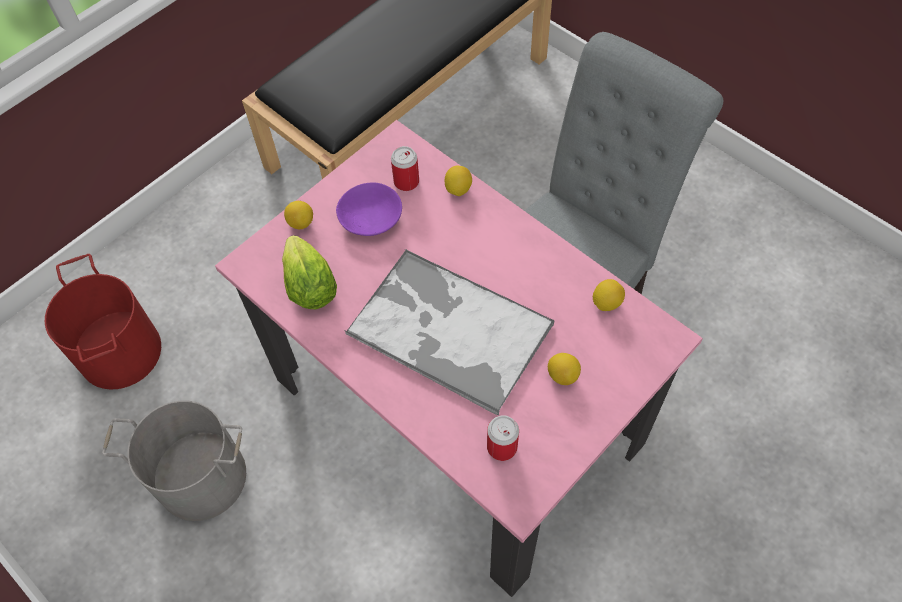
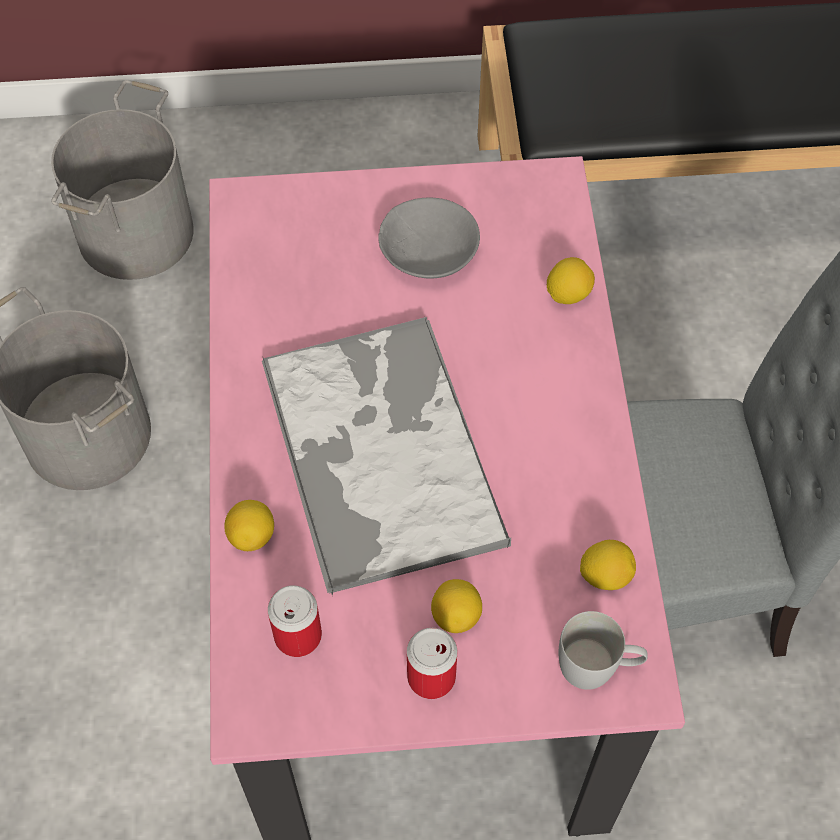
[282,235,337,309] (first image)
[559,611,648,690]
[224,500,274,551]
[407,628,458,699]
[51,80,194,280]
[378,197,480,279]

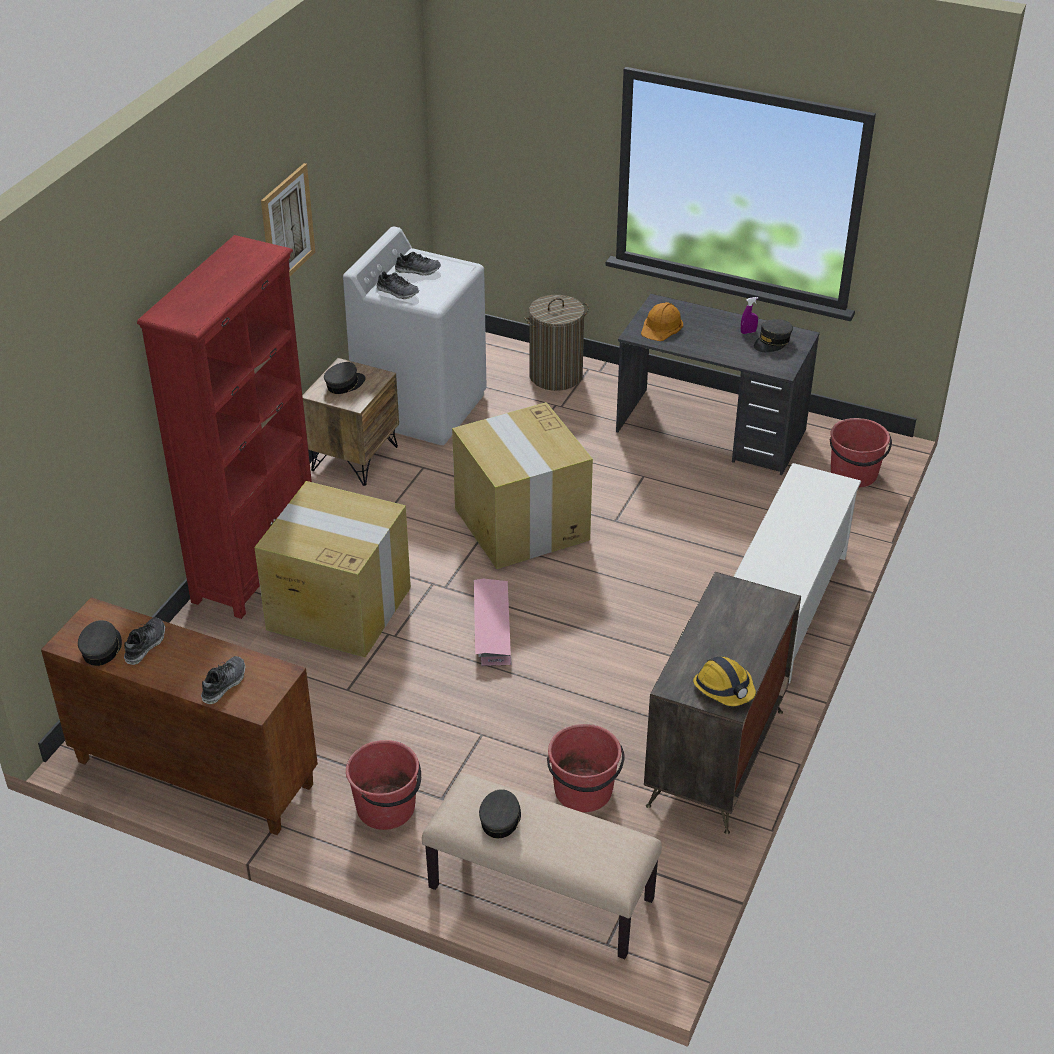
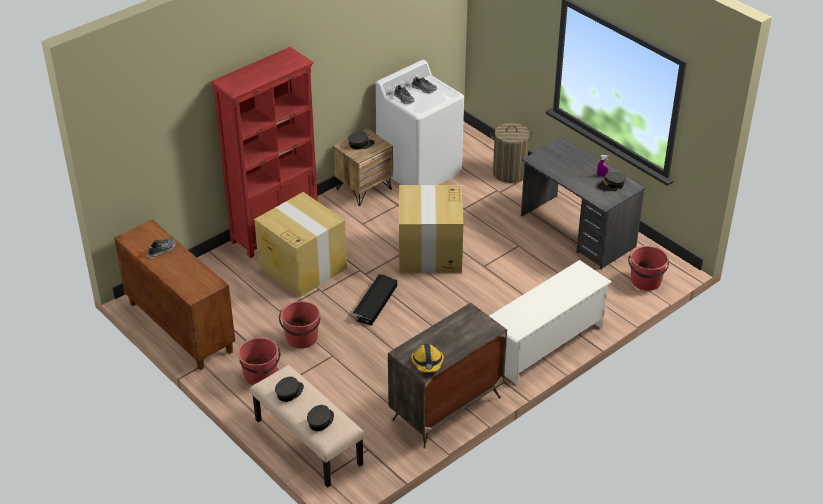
[201,656,245,704] (first image)
[261,163,315,277] (first image)
[641,302,683,341] (first image)
[307,405,334,431]
[279,301,321,348]
[353,274,397,326]

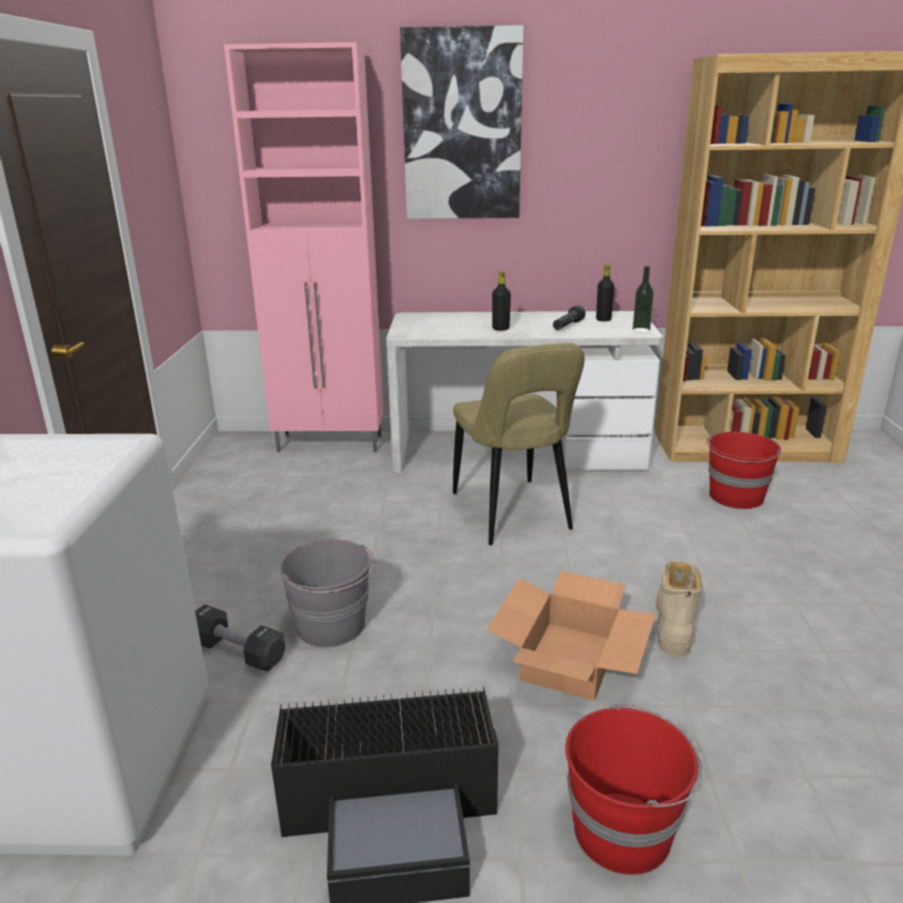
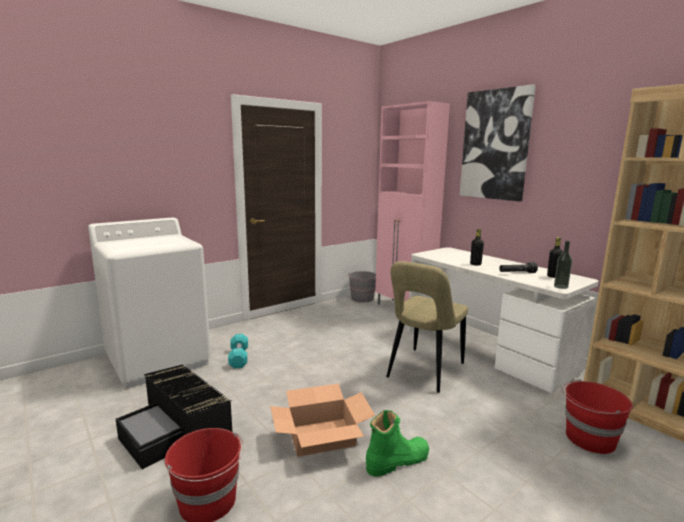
[348,271,376,302]
[228,334,248,369]
[366,410,429,477]

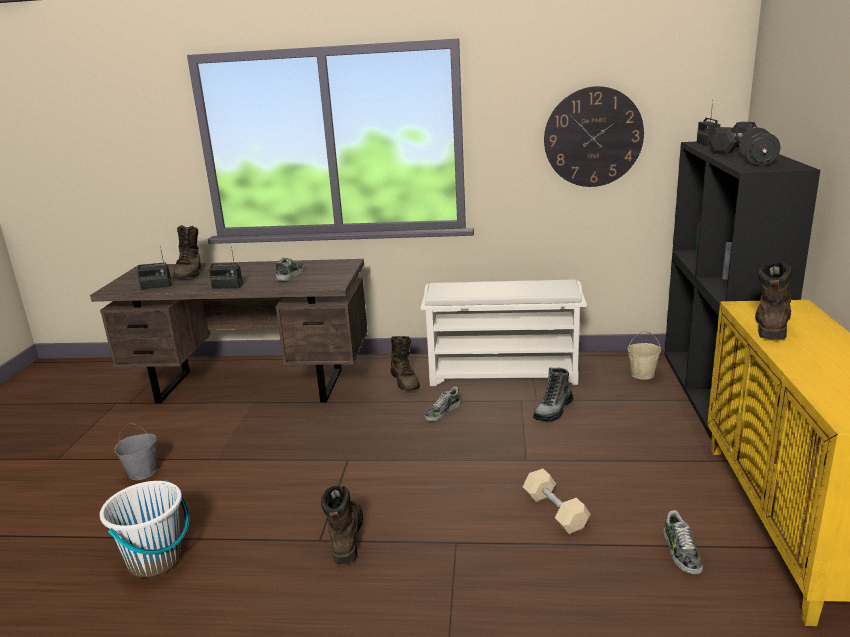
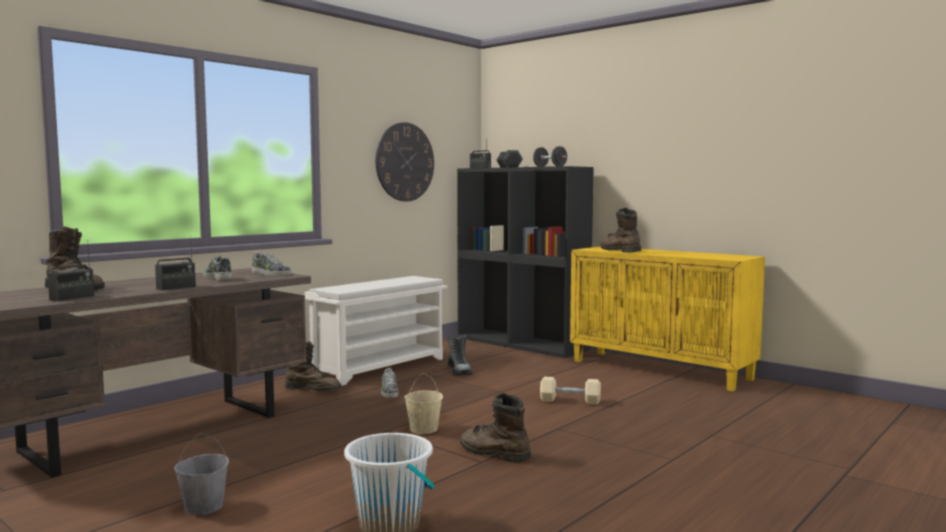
[404,373,443,434]
[252,252,292,276]

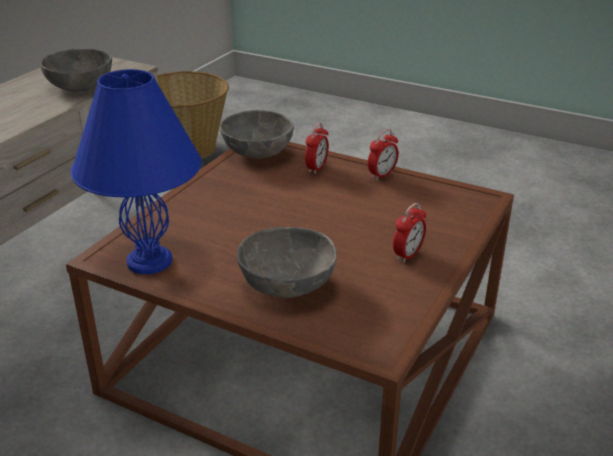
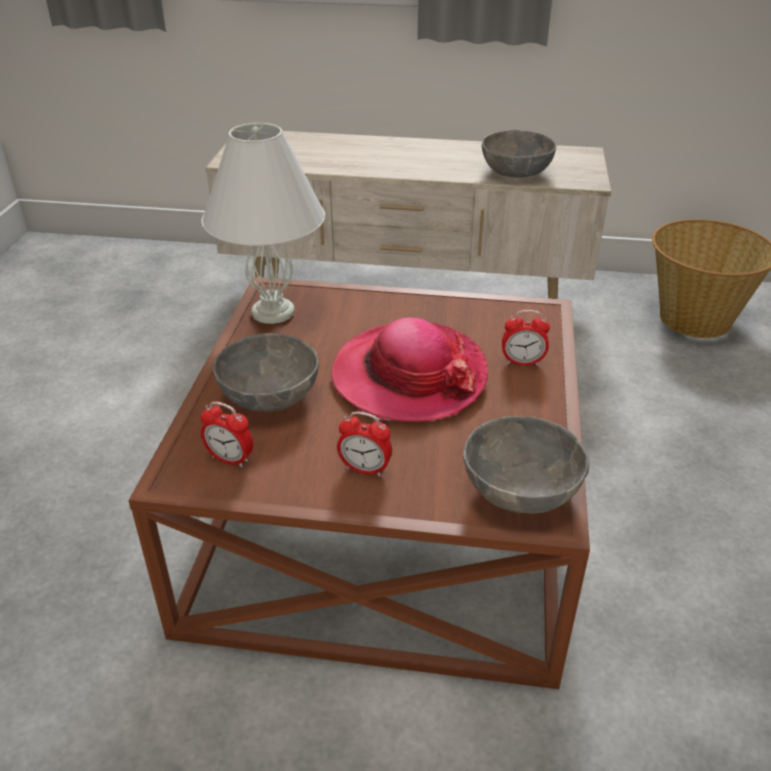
[331,317,488,422]
[463,416,589,514]
[200,401,253,468]
[202,123,325,324]

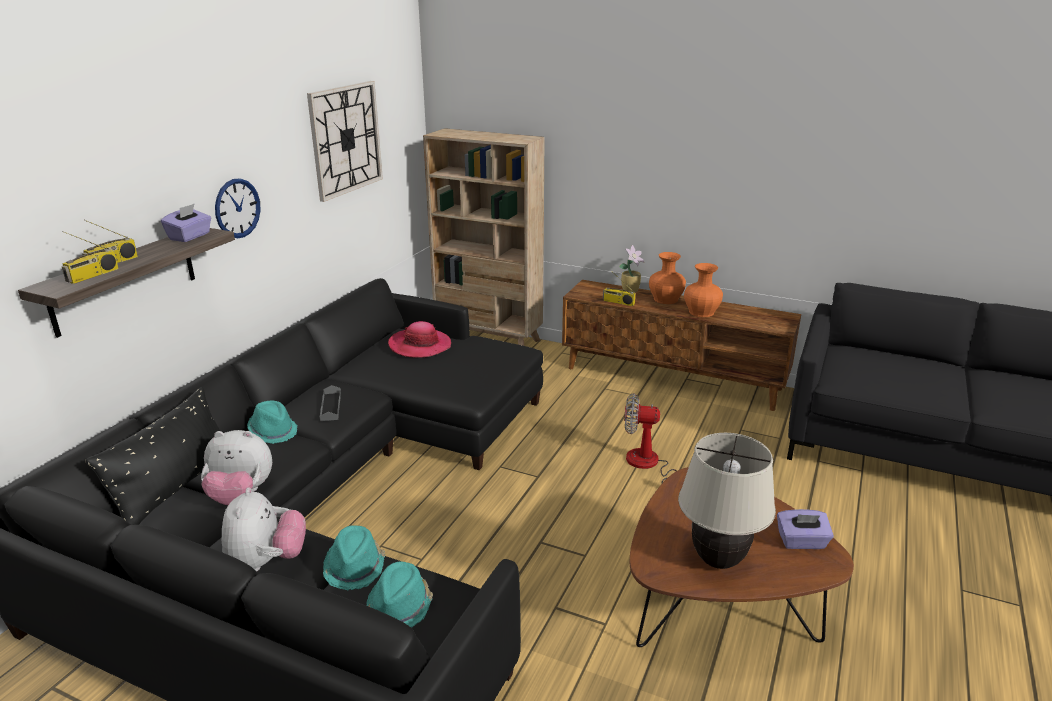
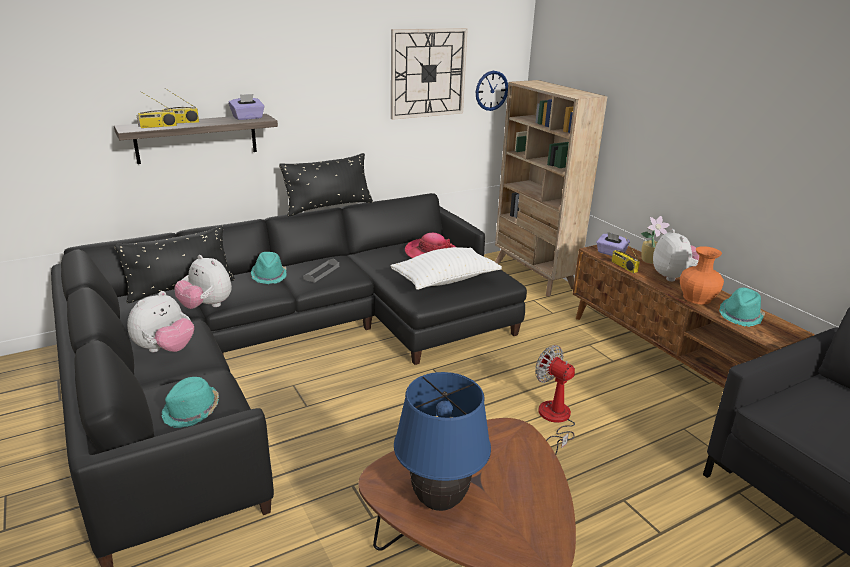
[279,153,373,216]
[390,247,502,290]
[476,71,508,111]
[719,288,765,327]
[596,232,630,256]
[653,229,699,282]
[394,372,491,511]

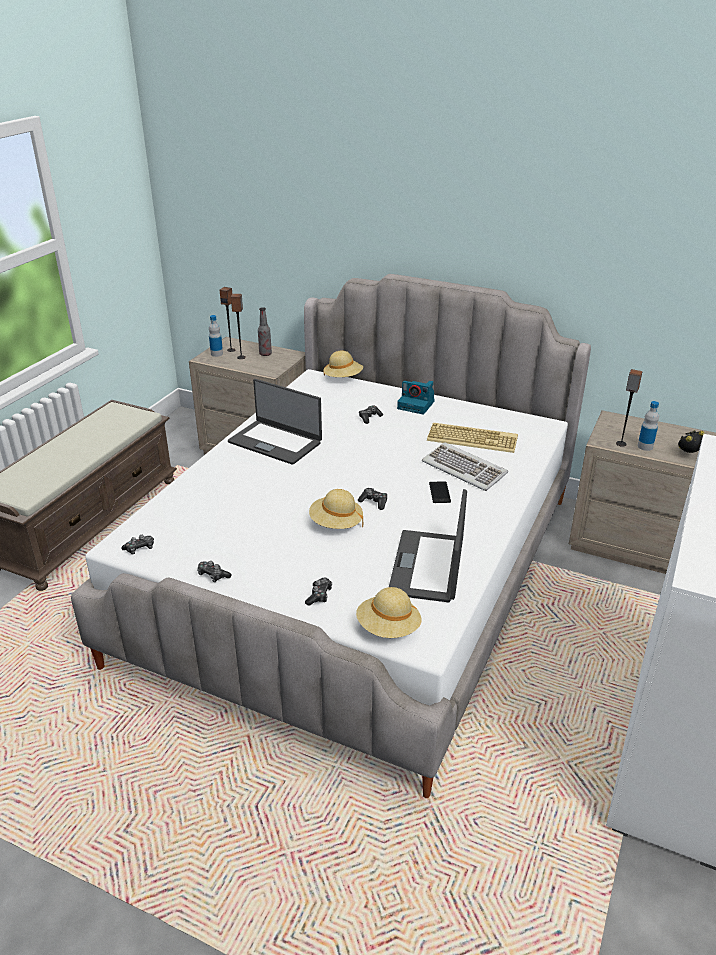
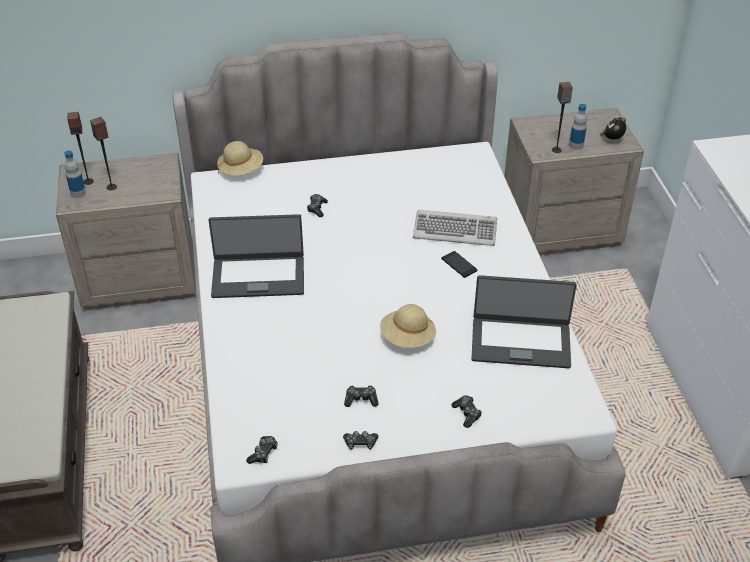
[258,307,272,356] (first image)
[356,587,421,638] (first image)
[397,381,435,415] (first image)
[427,423,518,453] (first image)
[344,385,378,407]
[471,275,577,368]

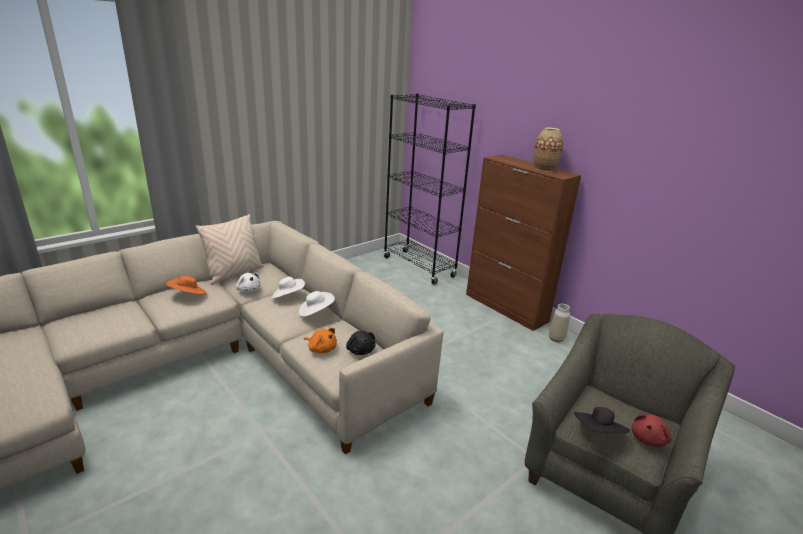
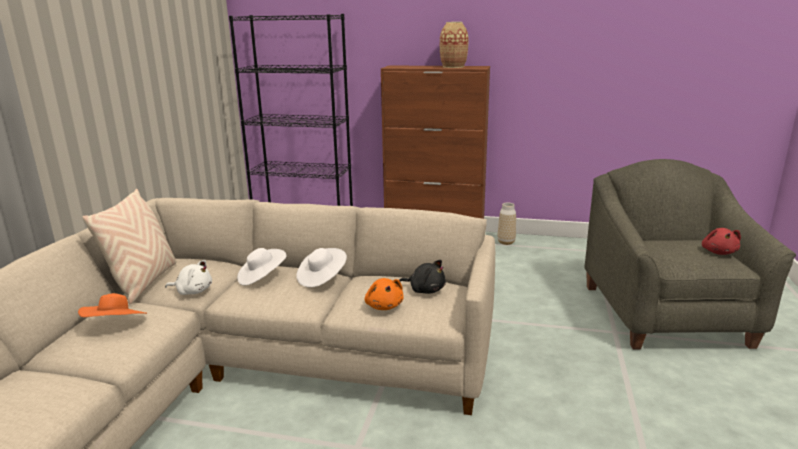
[574,407,630,434] (first image)
[365,278,404,310]

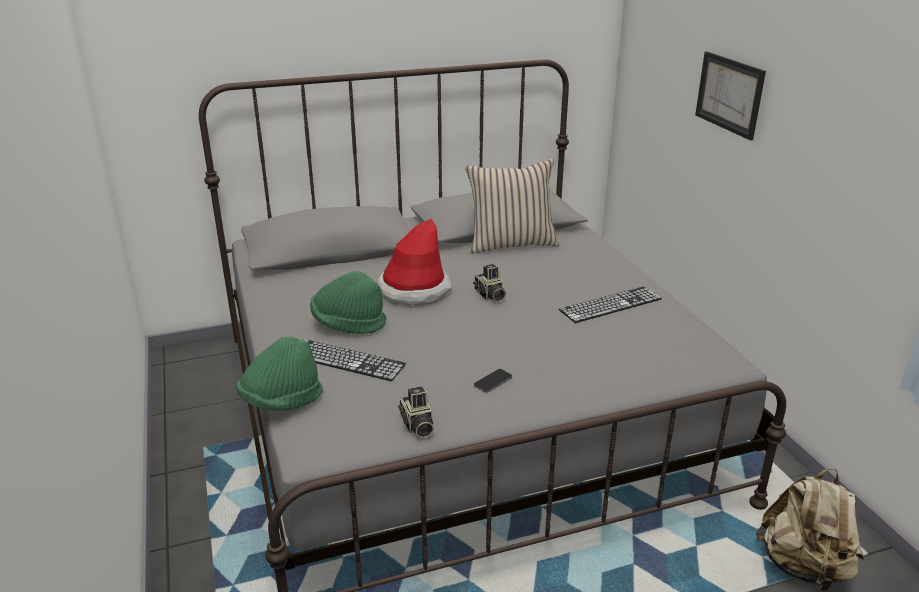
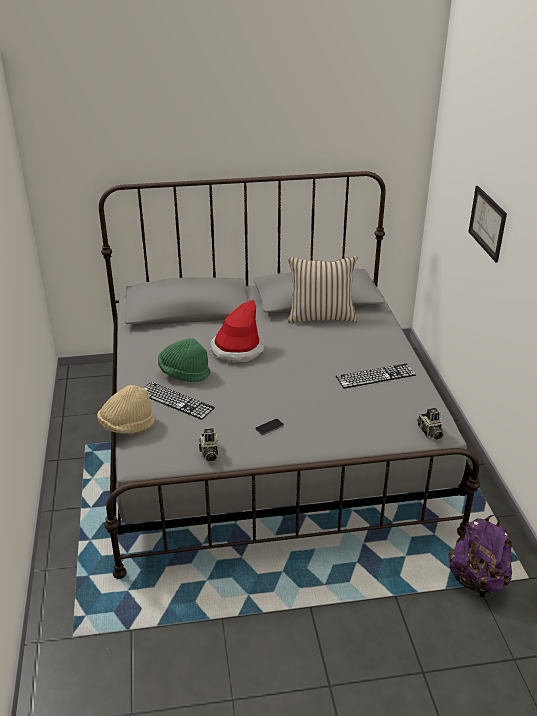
[417,408,444,441]
[97,385,155,434]
[448,515,512,598]

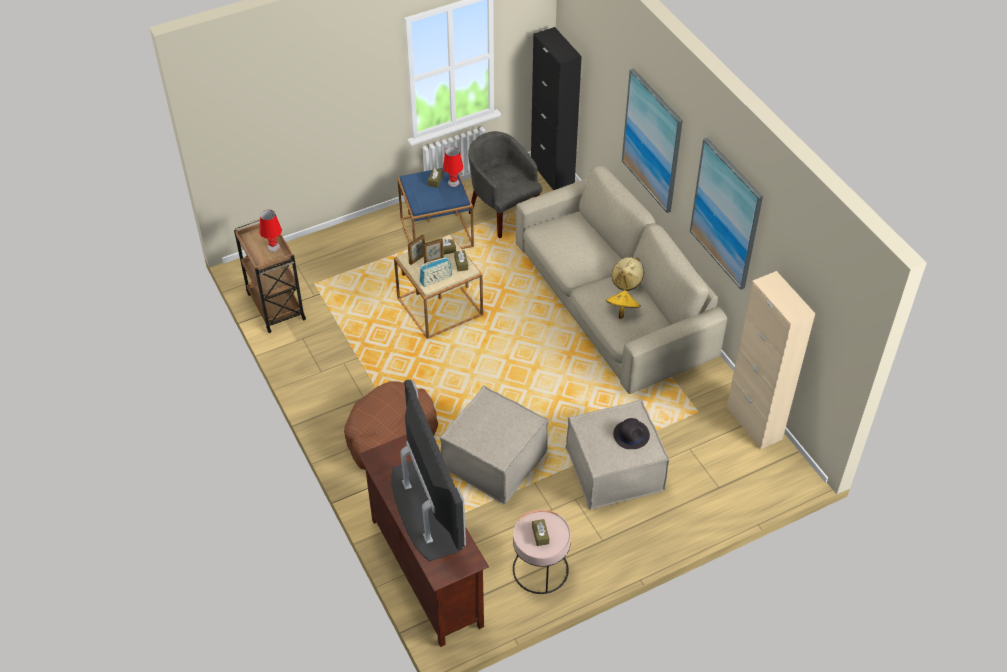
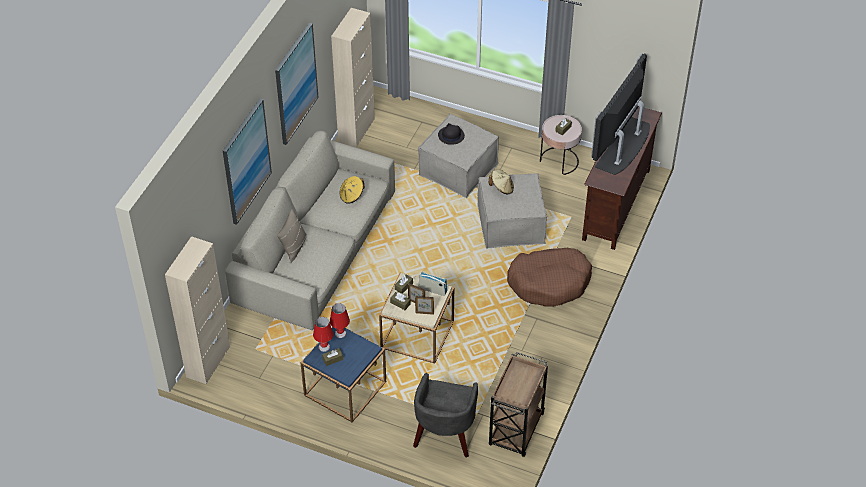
[277,209,307,263]
[330,303,350,338]
[413,373,478,458]
[488,169,514,194]
[165,236,230,384]

